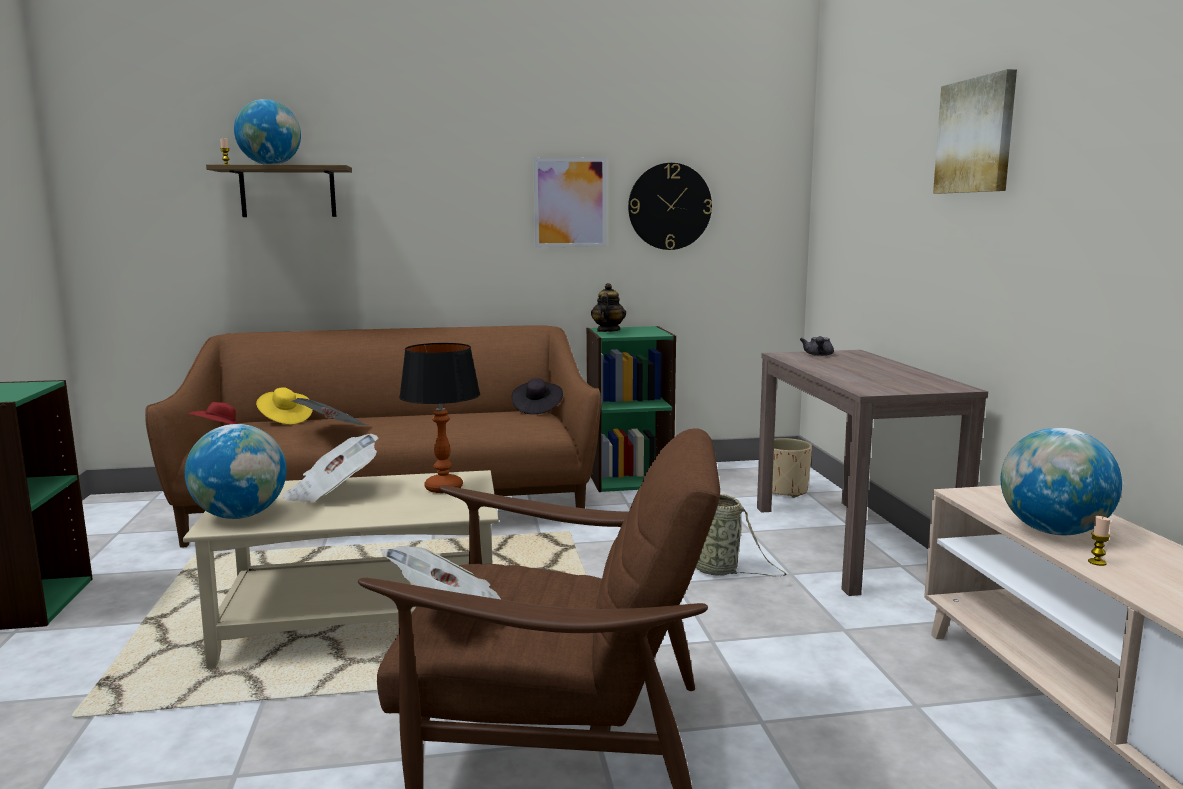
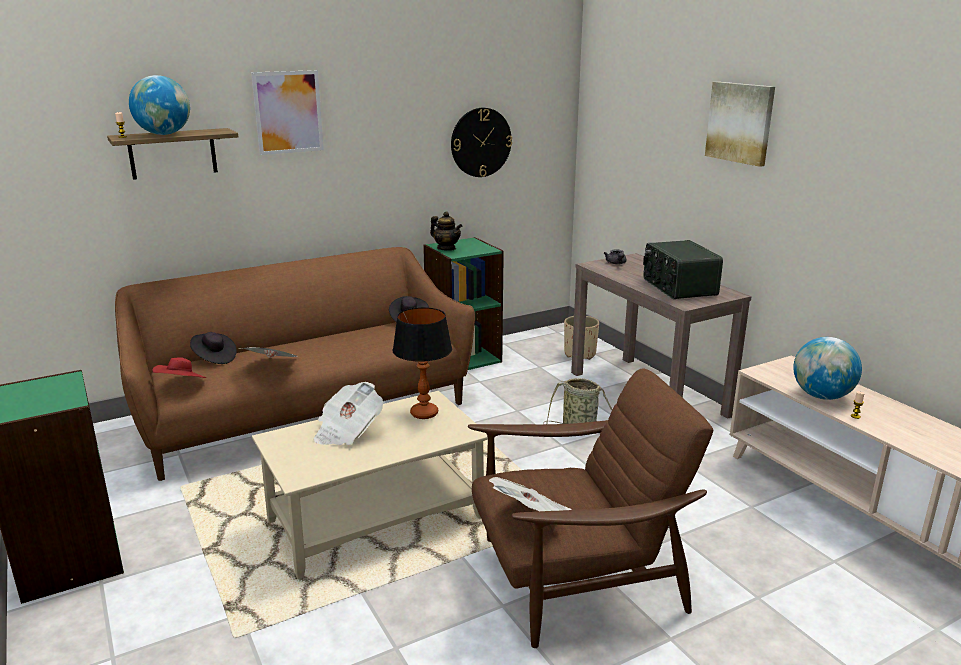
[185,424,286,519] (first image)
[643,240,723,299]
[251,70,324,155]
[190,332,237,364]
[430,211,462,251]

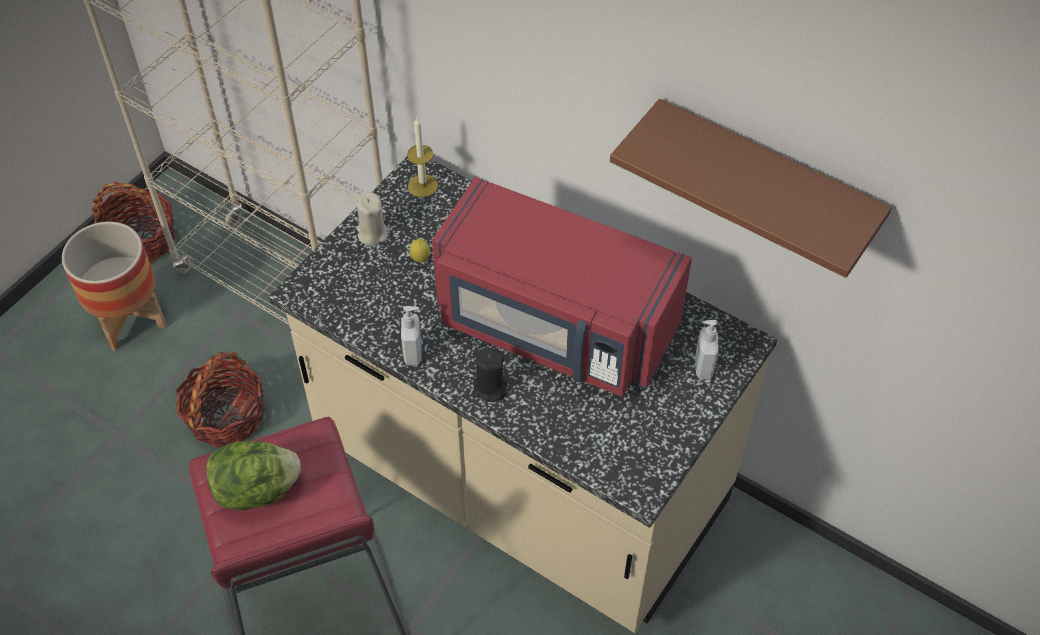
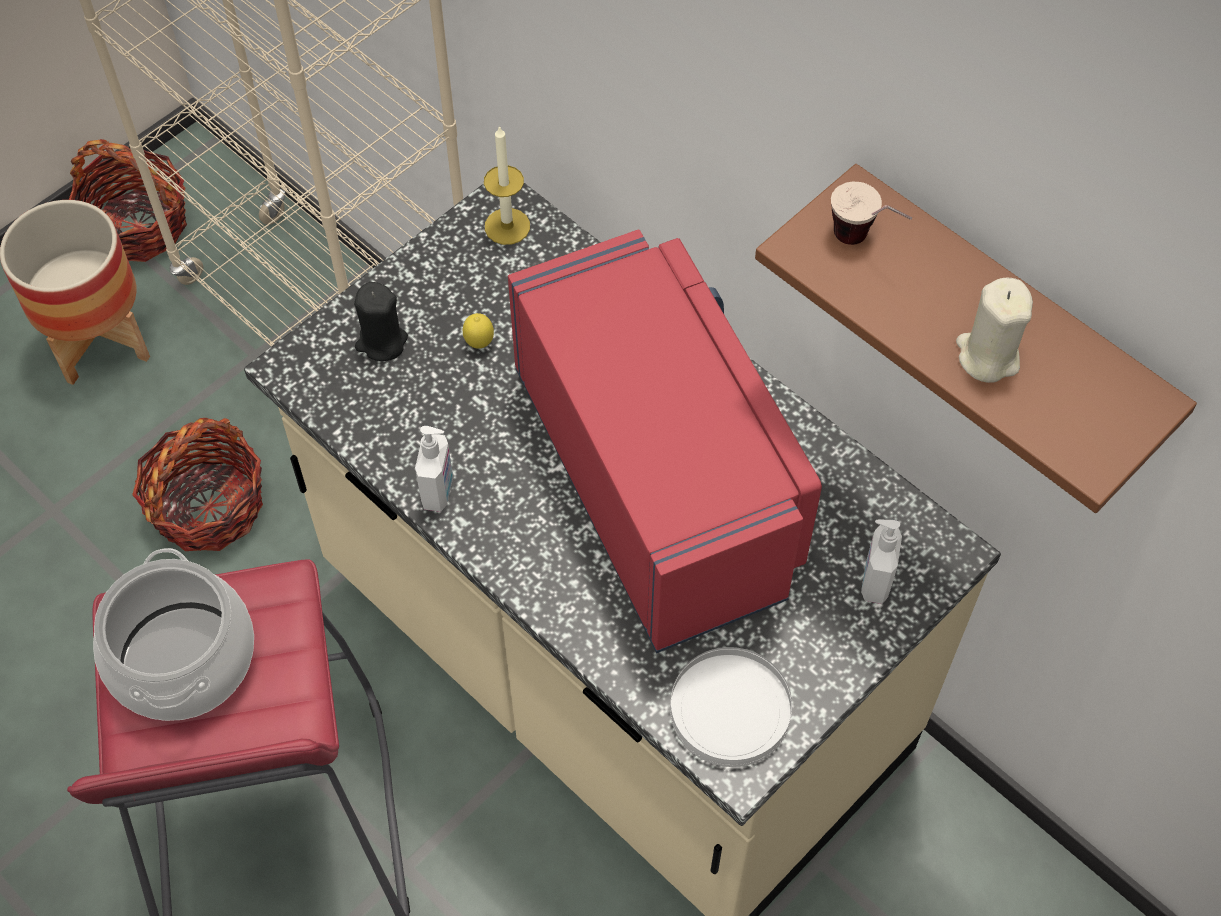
[670,647,792,767]
[831,182,912,245]
[956,278,1033,383]
[354,282,408,361]
[93,548,254,721]
[508,229,822,653]

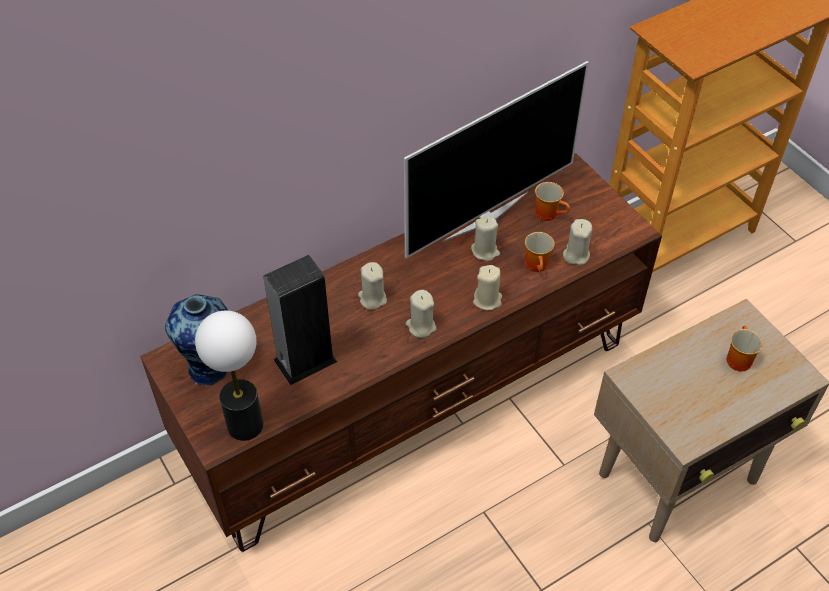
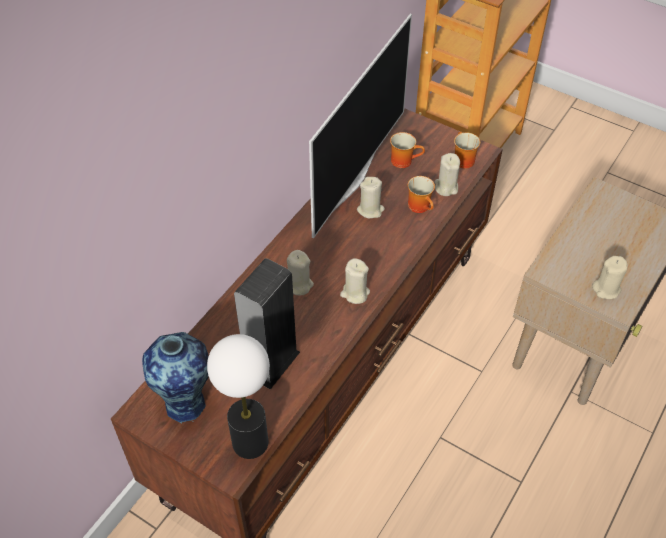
[592,256,628,299]
[454,131,480,169]

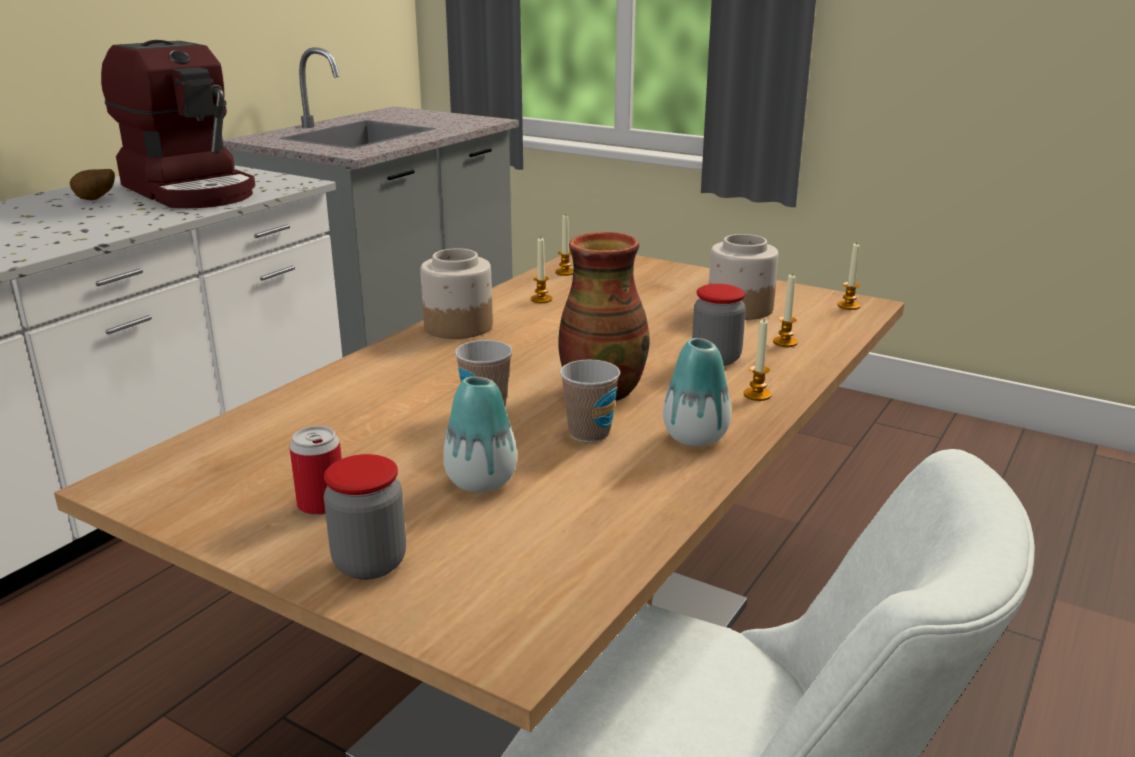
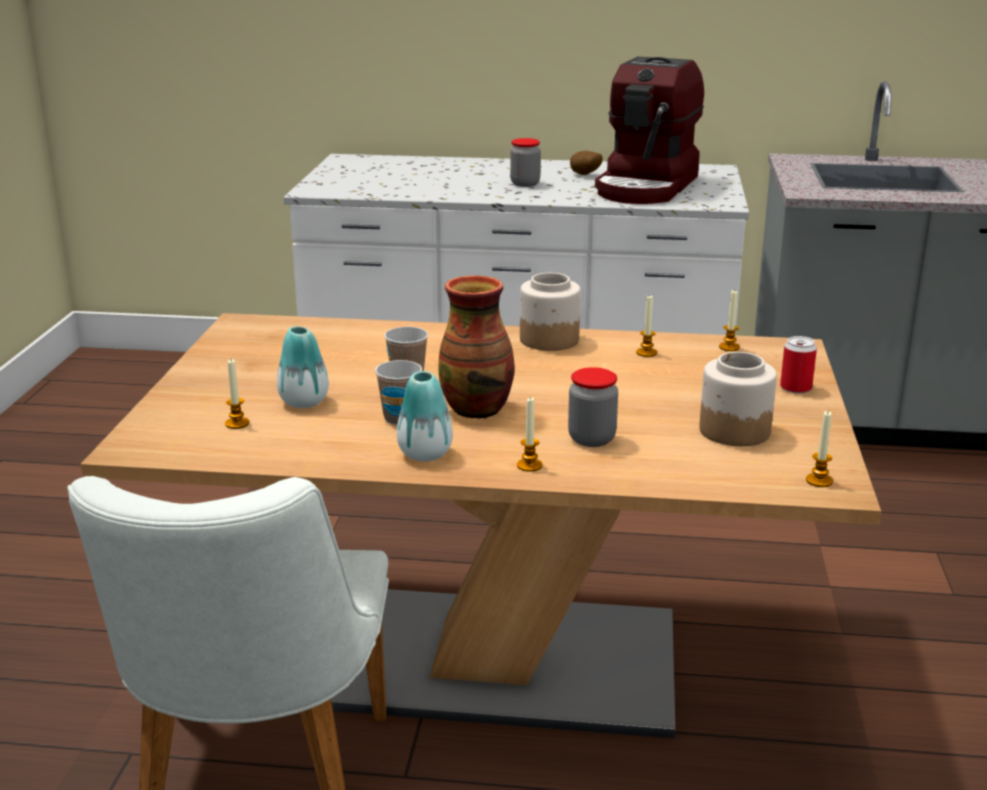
[780,336,817,394]
[510,138,541,187]
[225,359,249,429]

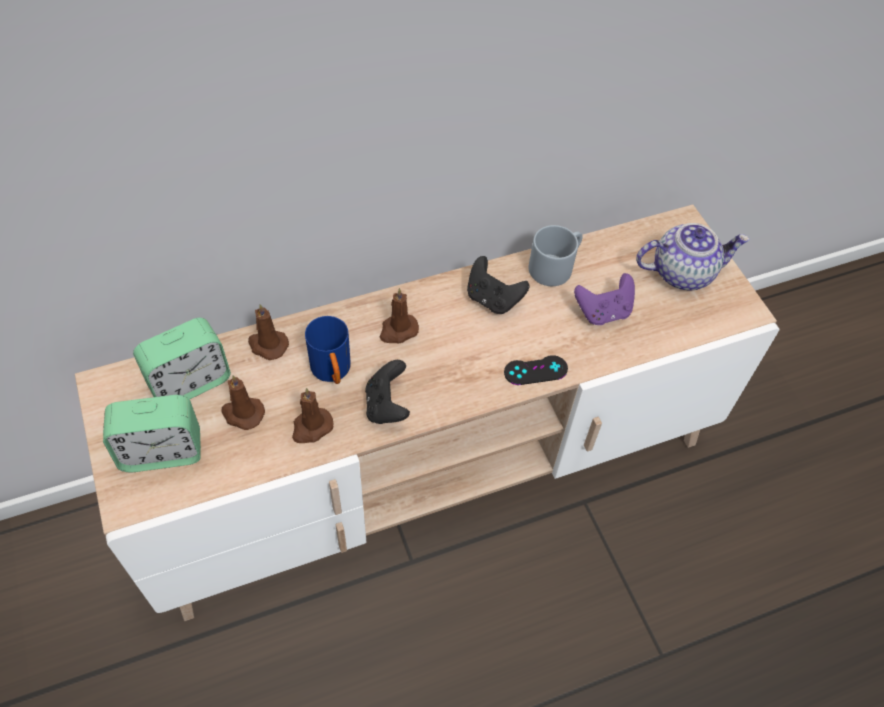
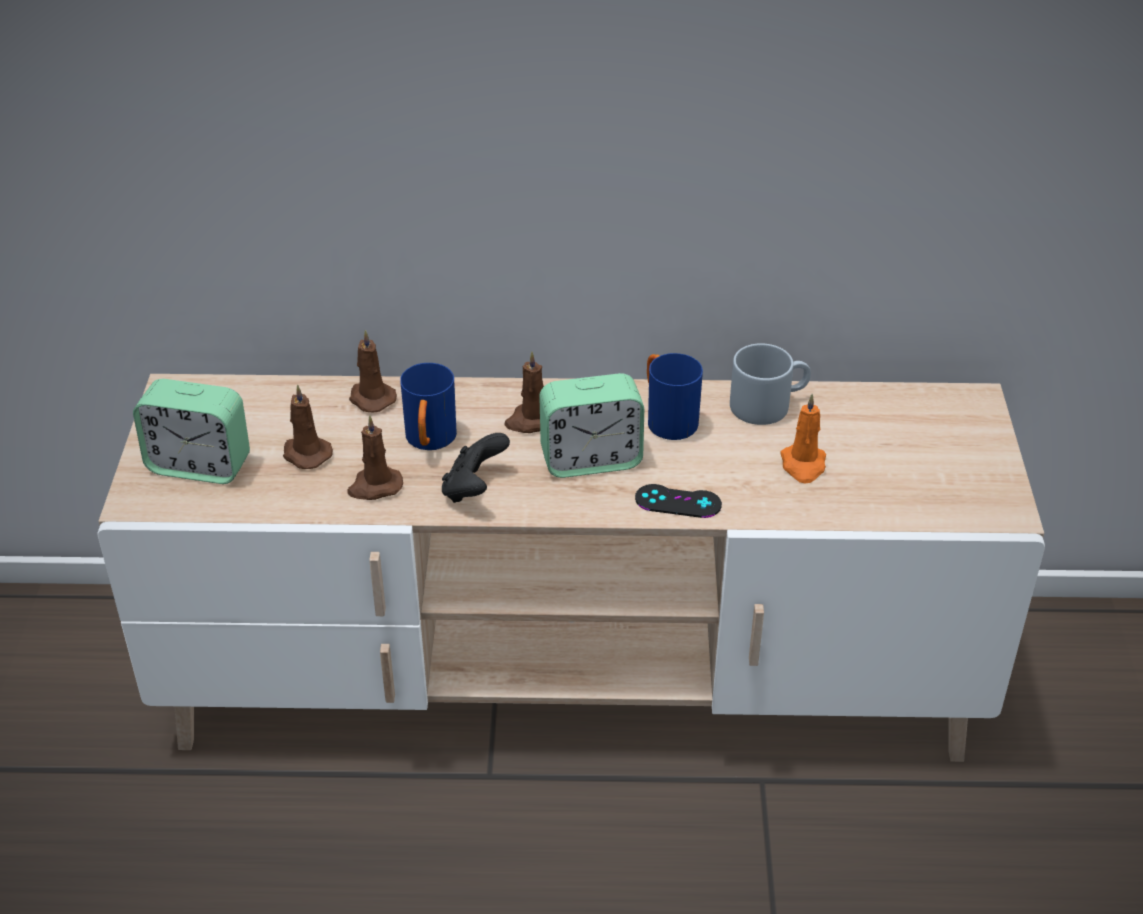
[636,223,750,290] (first image)
[539,373,644,478]
[647,353,703,440]
[780,394,826,483]

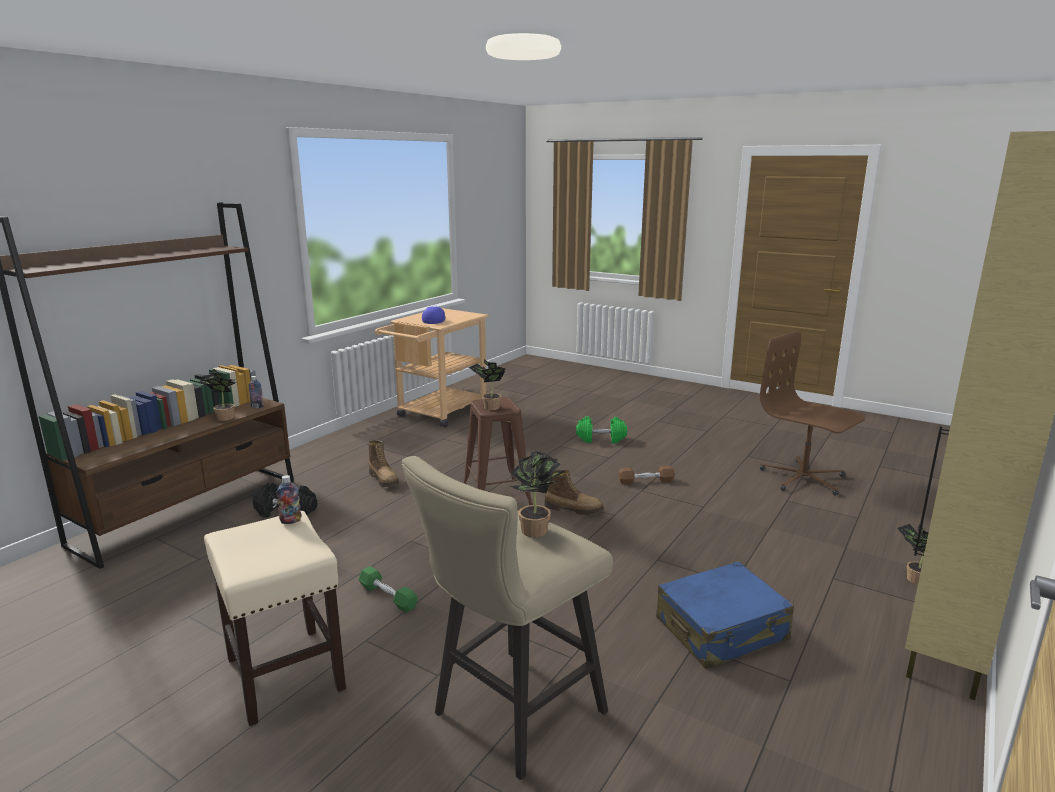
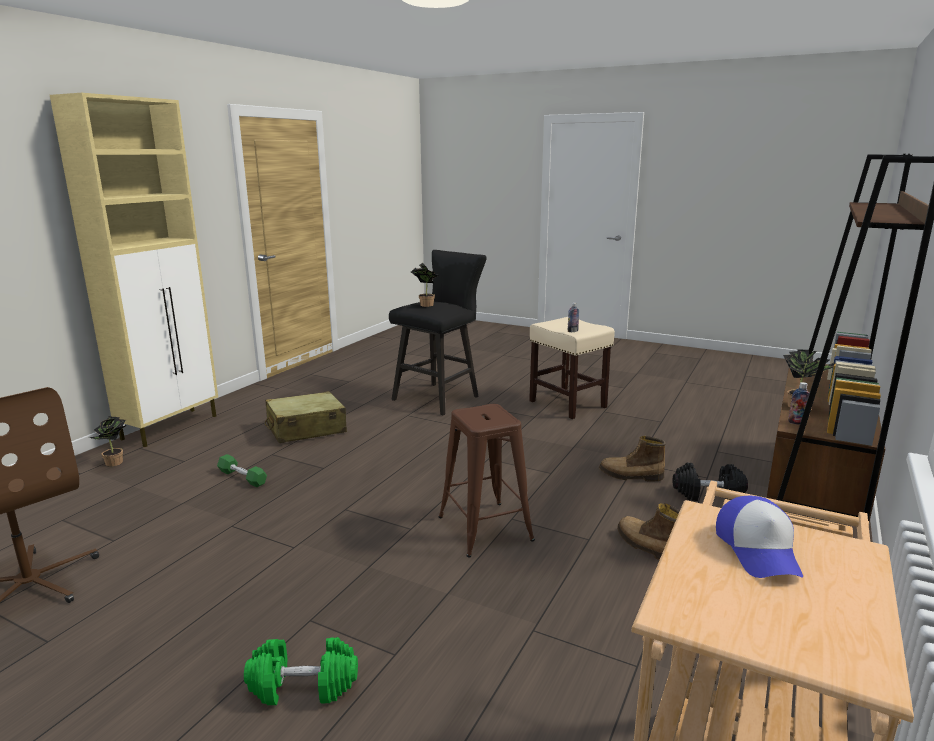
[469,359,505,410] (first image)
[618,466,675,484] (first image)
[217,454,267,487]
[599,436,666,481]
[389,250,487,416]
[265,391,347,443]

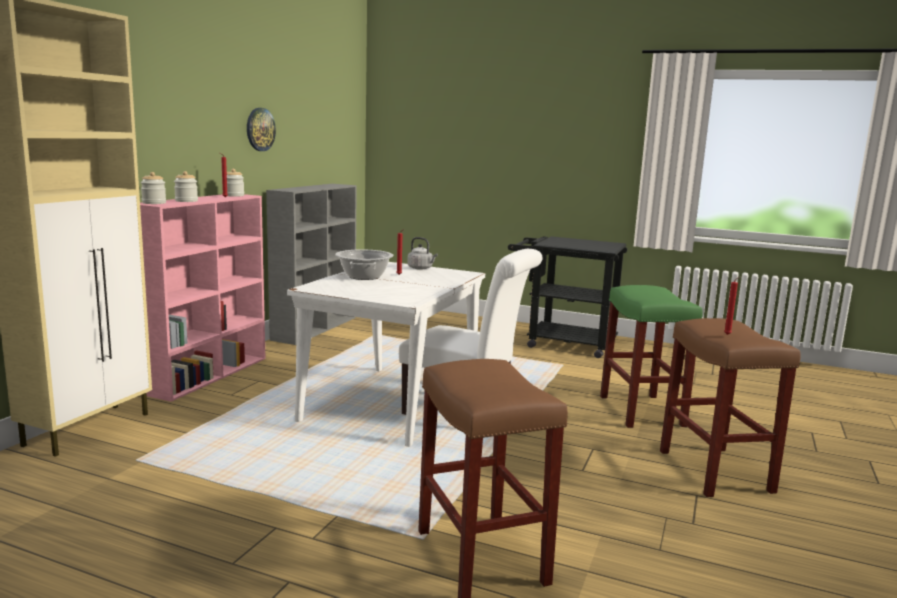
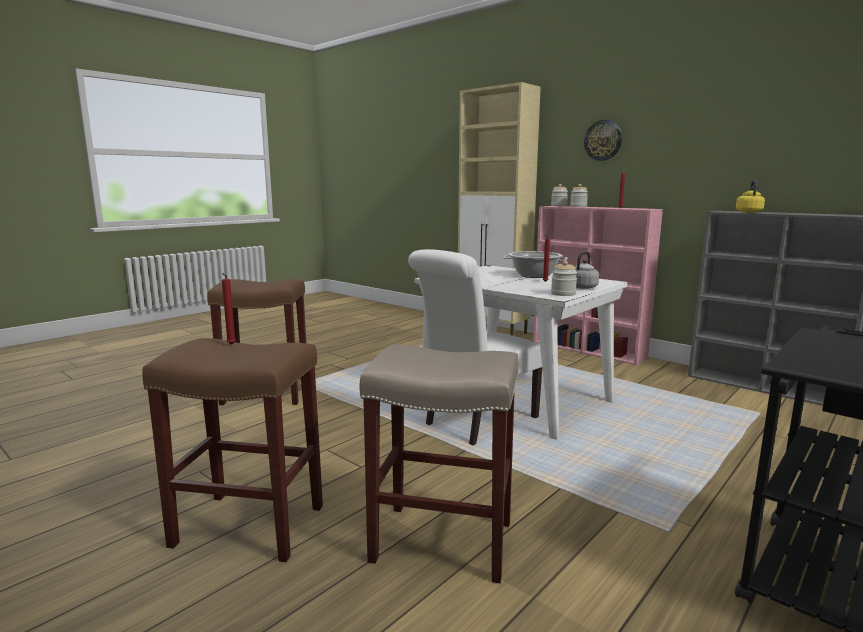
[736,180,765,212]
[551,261,577,296]
[584,120,622,161]
[360,344,519,583]

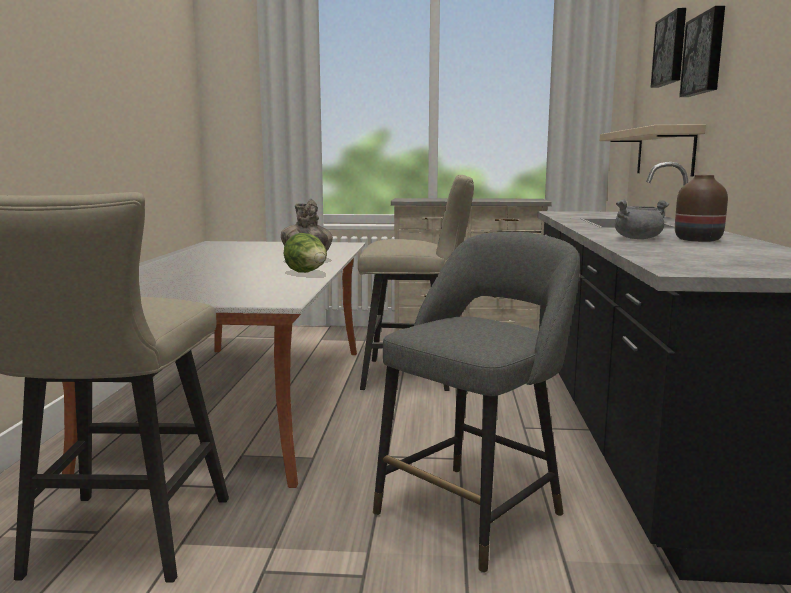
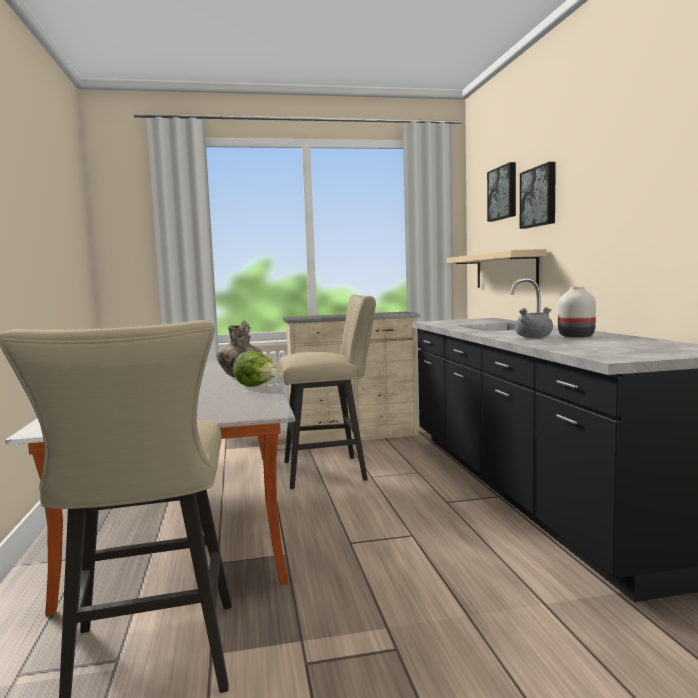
[373,232,580,573] (first image)
[558,287,596,337]

